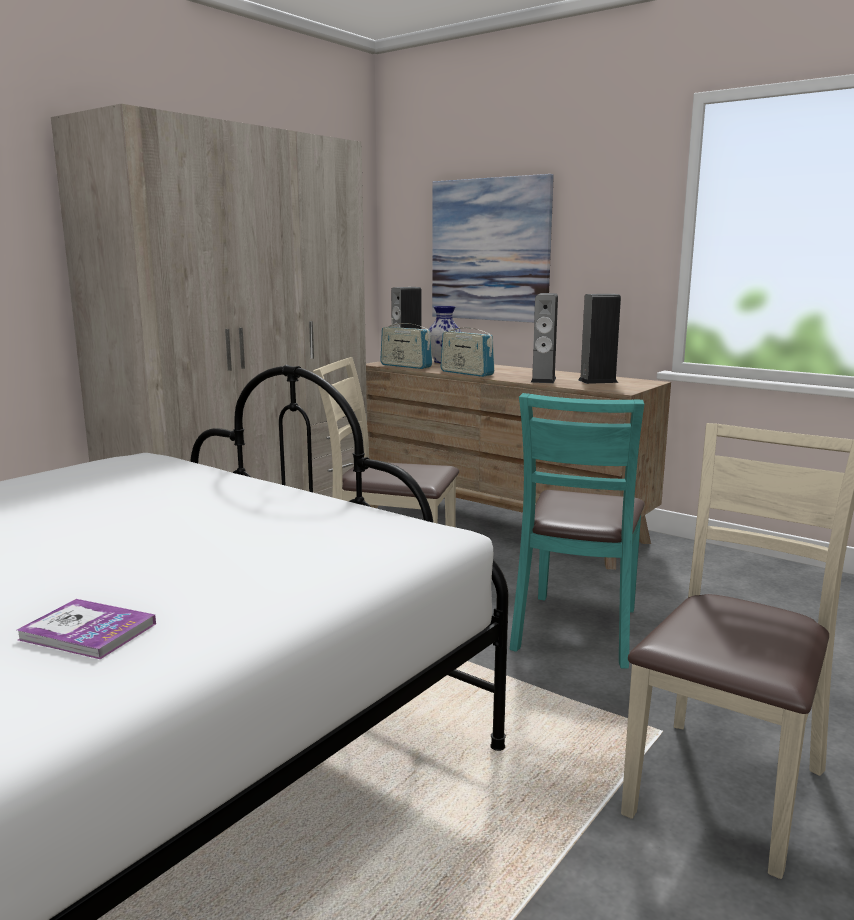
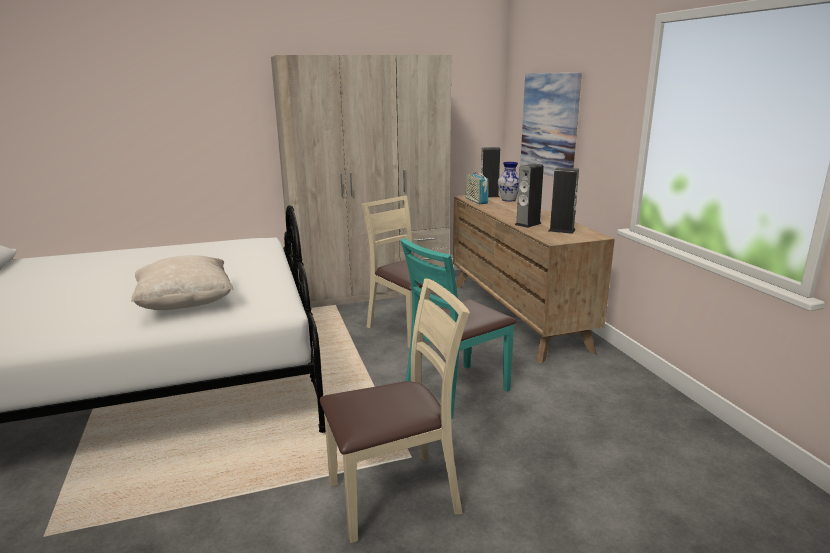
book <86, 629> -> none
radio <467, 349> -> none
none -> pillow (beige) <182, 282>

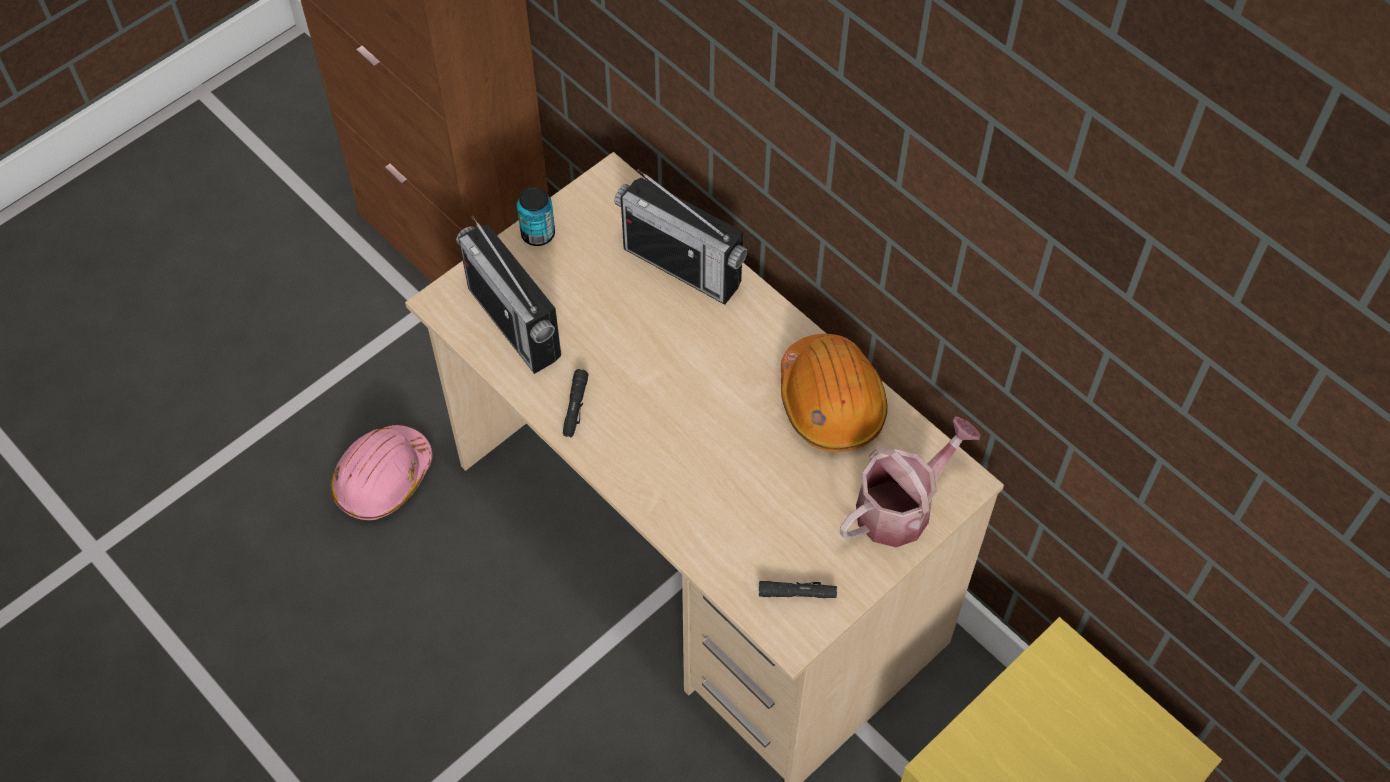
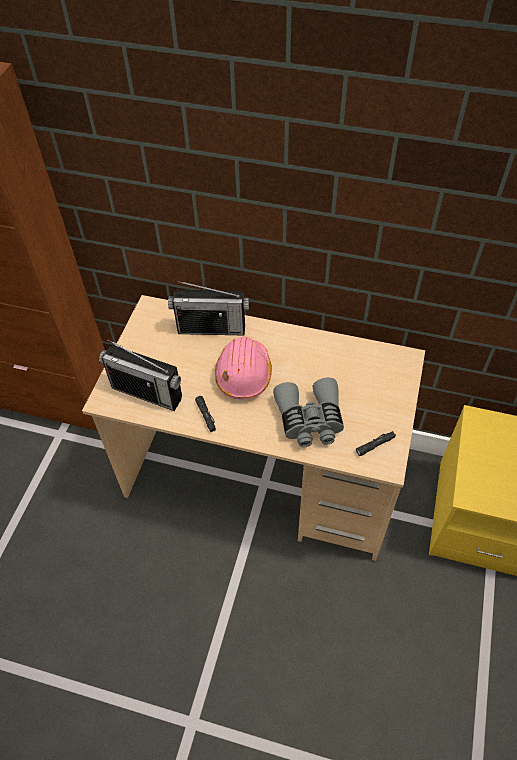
can <536, 216> -> none
hard hat (orange) <834, 393> -> none
watering can <910, 481> -> none
none -> binoculars (grey) <308, 412>
hard hat (pink) <382, 472> -> hard hat (pink) <243, 368>, move

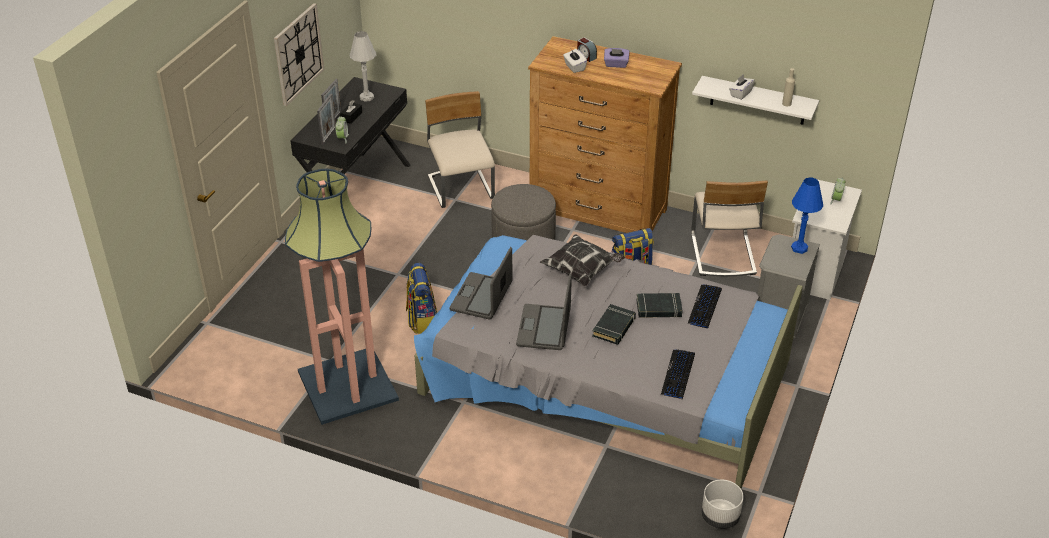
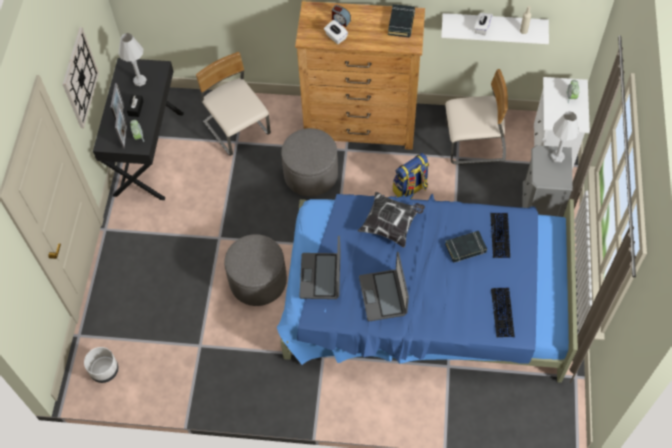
floor lamp <342, 297> -> none
tissue box (purple) <616, 58> -> none
book (black) <614, 324> -> book (black) <401, 20>, move
planter (white) <722, 504> -> planter (white) <101, 365>, move
backpack <421, 298> -> ottoman (grey) <255, 270>
bed (grey) <608, 361> -> bed (blue) <427, 287>
table lamp (blue) <807, 215> -> table lamp (white) <564, 136>
chair (beige) <729, 228> -> chair (beige) <476, 117>, 75 degrees counterclockwise

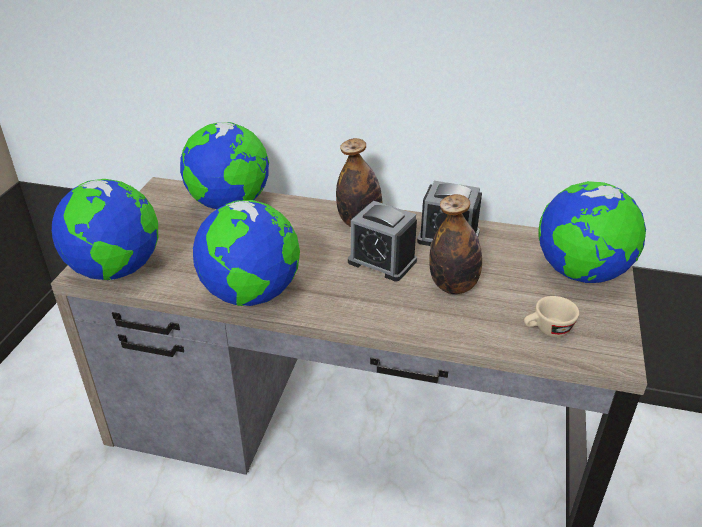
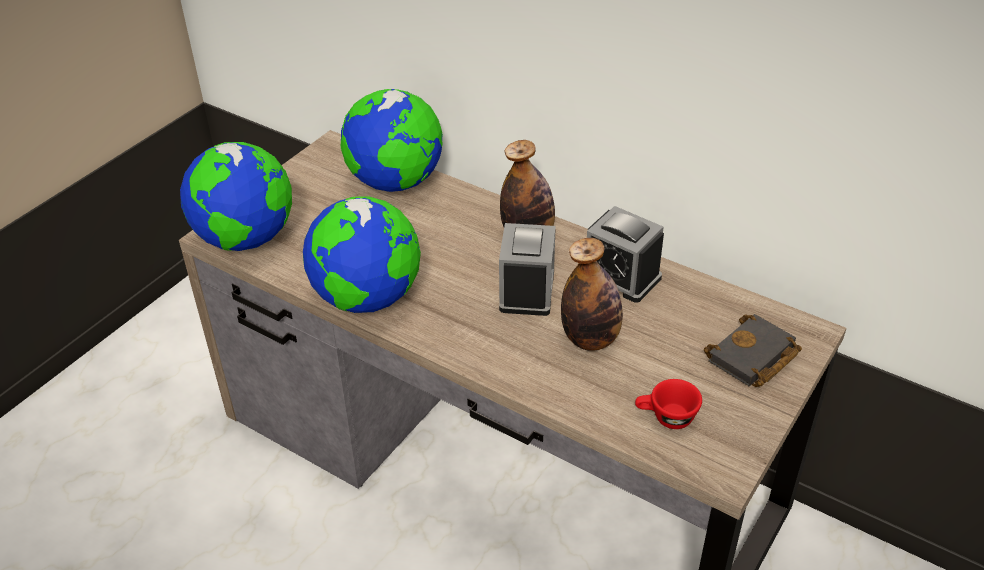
globe <592, 232> -> book (black) <753, 350>
cup (beige) <551, 316> -> cup (red) <668, 404>
alarm clock <382, 241> -> alarm clock <527, 269>, 135 degrees counterclockwise

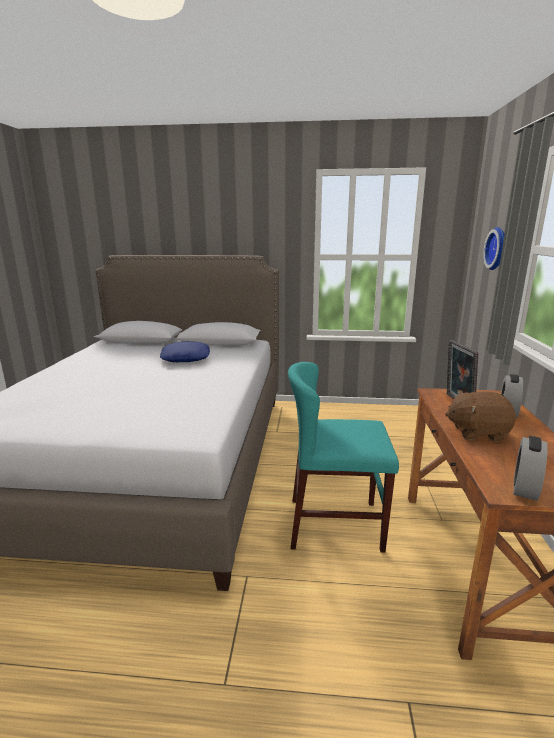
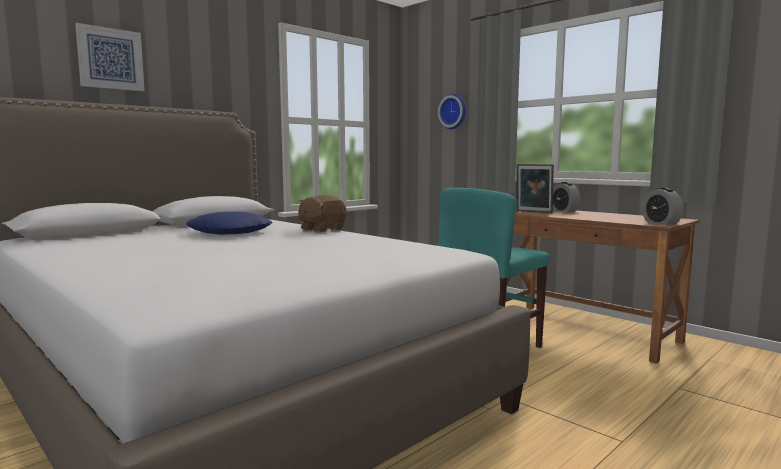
none -> picture <110, 57>
plush toy (brown) <480, 416> -> plush toy (brown) <322, 214>, move

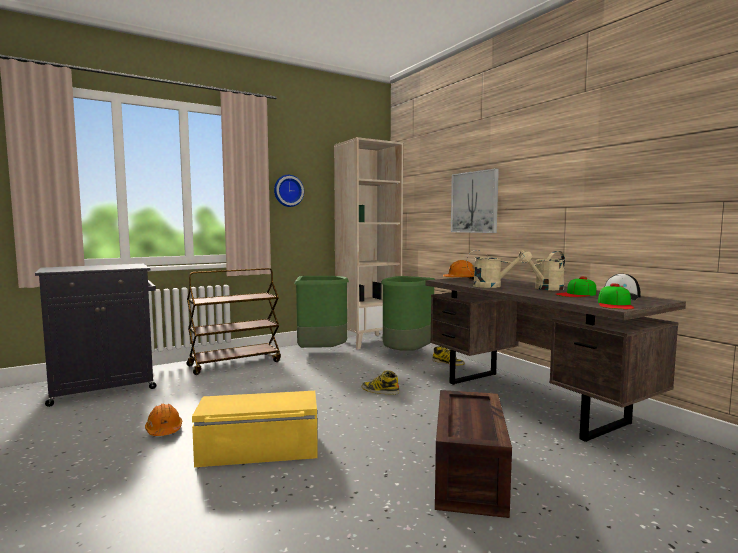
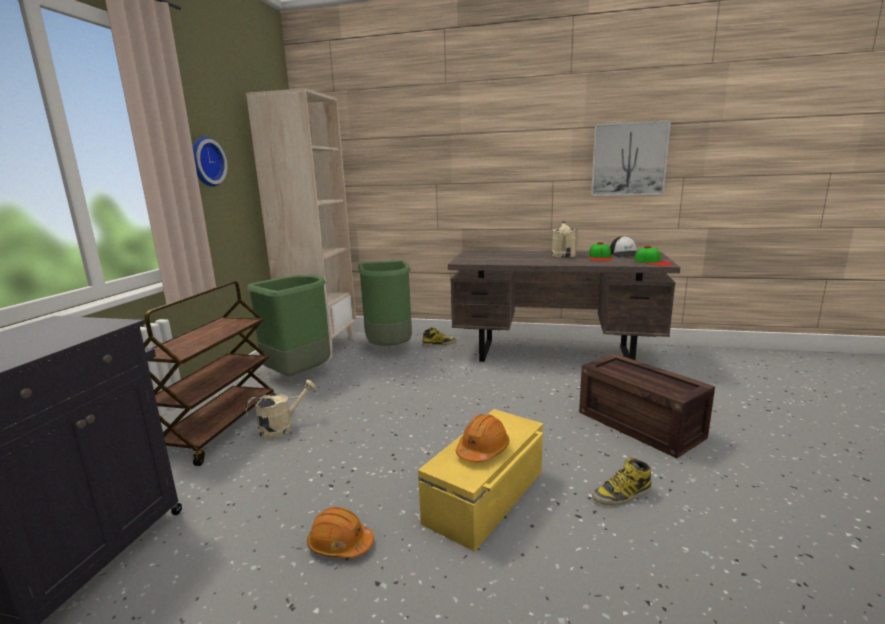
boot <380, 382> -> boot <622, 481>, move
hard hat (orange) <458, 269> -> hard hat (orange) <483, 438>, move
picture <475, 200> -> picture <631, 158>, move
watering can (beige) <496, 269> -> watering can (beige) <280, 409>, move

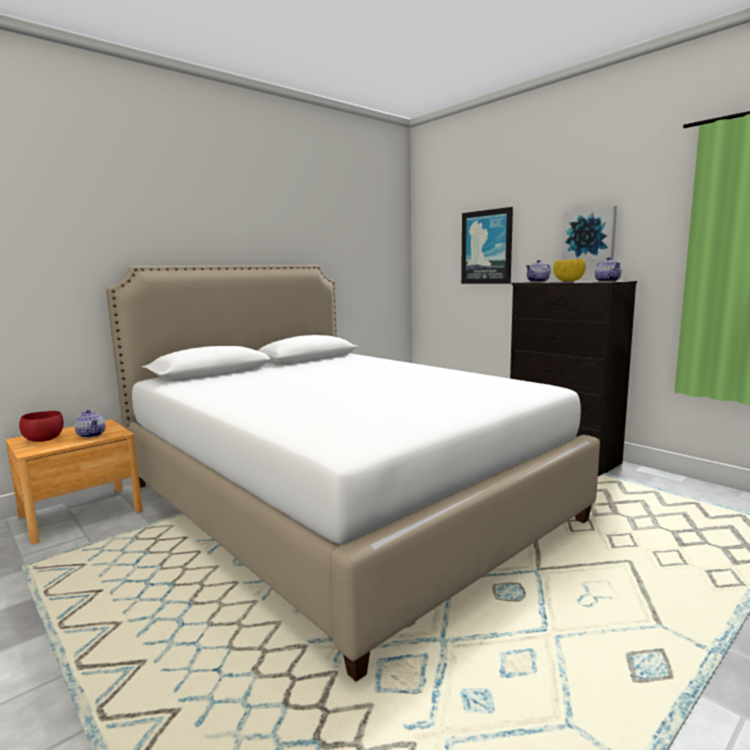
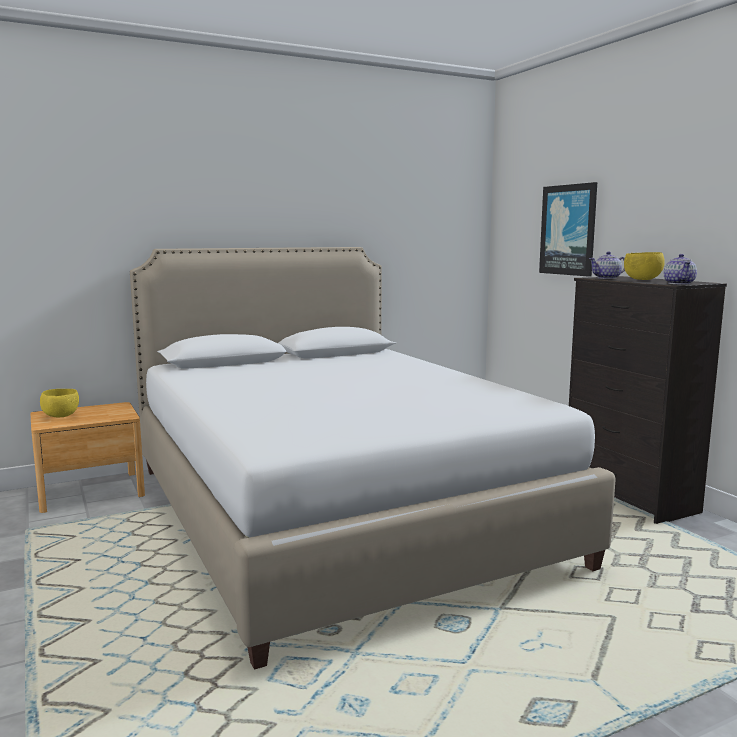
teapot <90, 424> -> none
picture <589, 233> -> none
bowl (red) <41, 426> -> bowl (yellow) <59, 403>

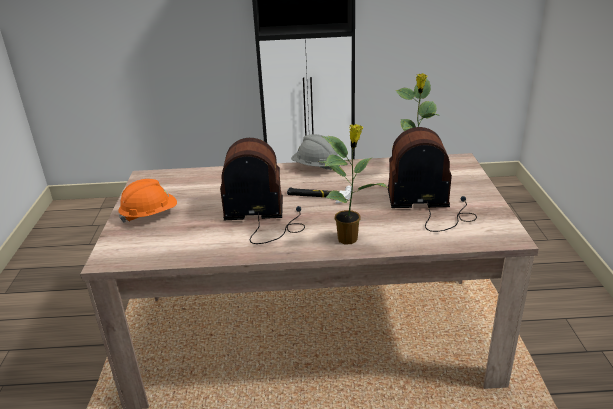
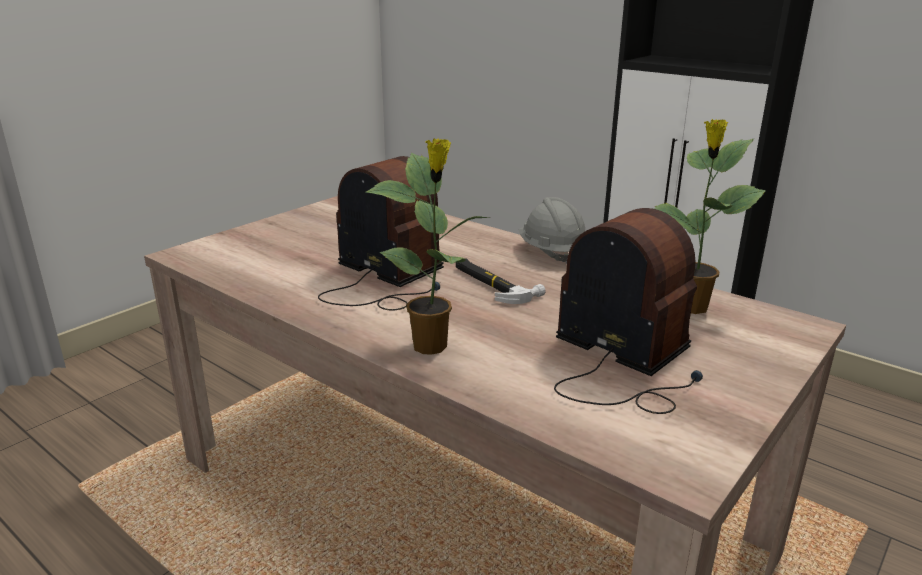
hard hat (orange) <147, 201> -> none

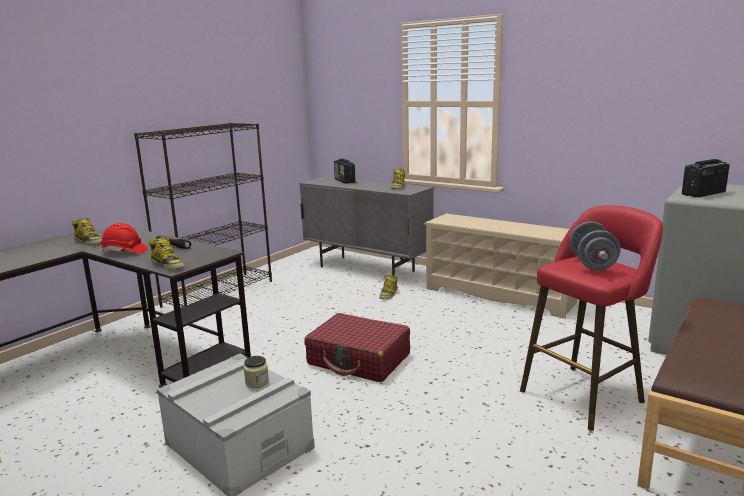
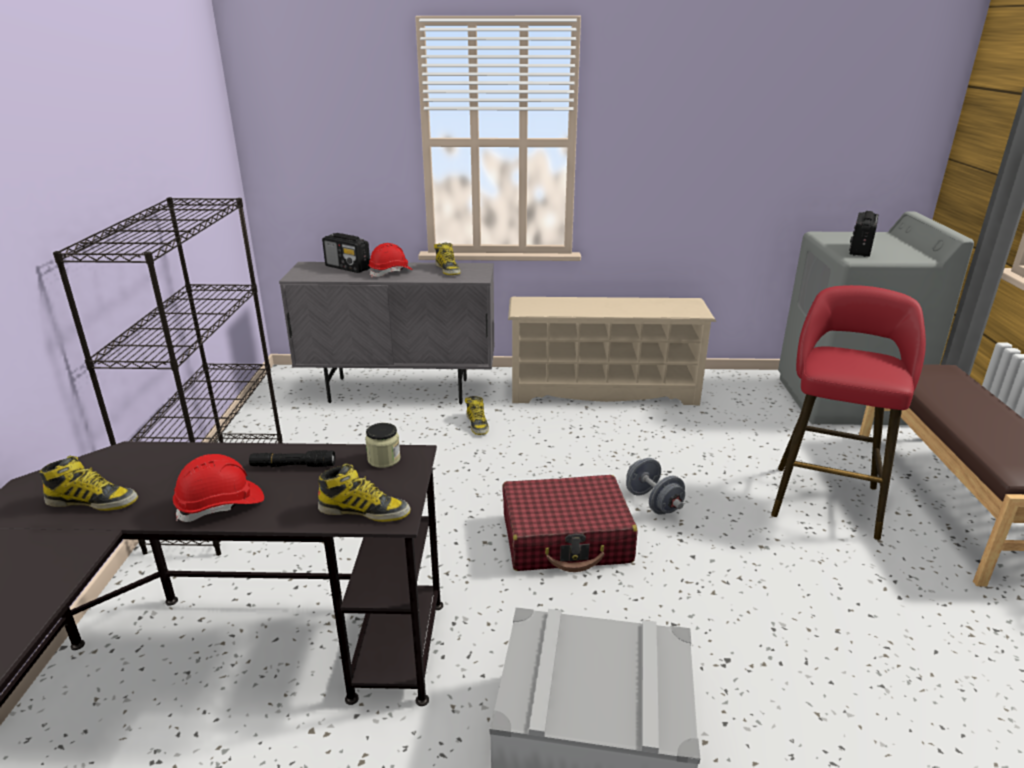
none -> hard hat (red) <390, 260>
jar <256, 372> -> jar <383, 445>, move
dumbbell (grey) <595, 246> -> dumbbell (grey) <655, 486>, move

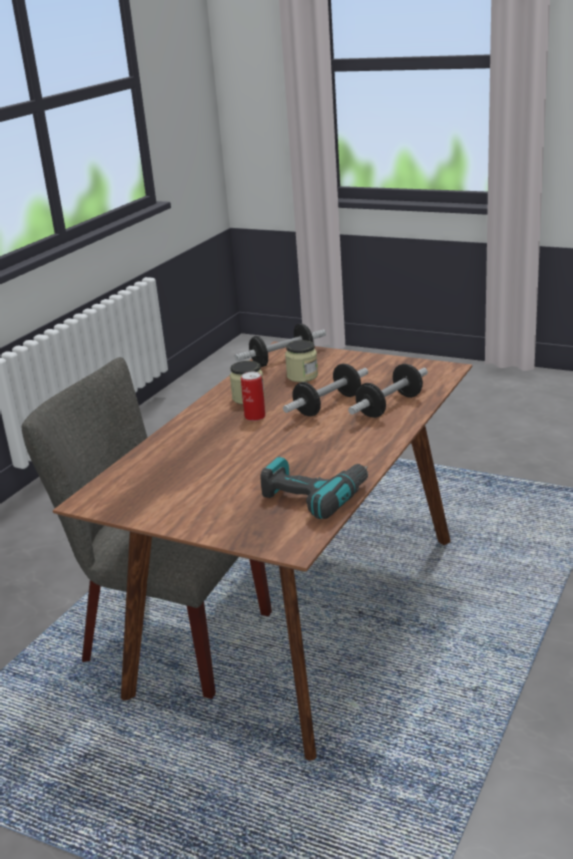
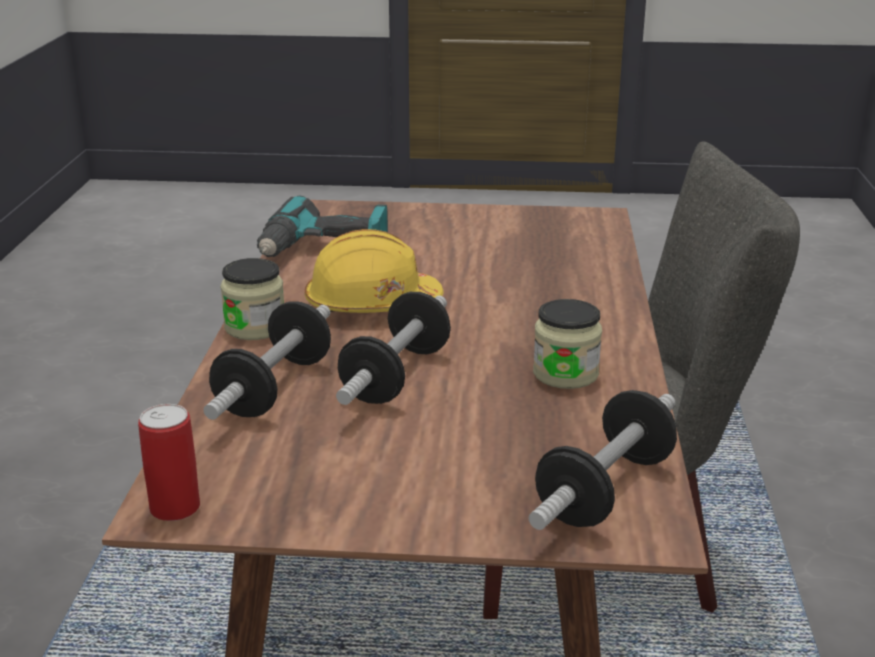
none -> hard hat (yellow) <374, 271>
can <253, 396> -> can <169, 462>, move
jar <301, 361> -> jar <252, 299>, move

